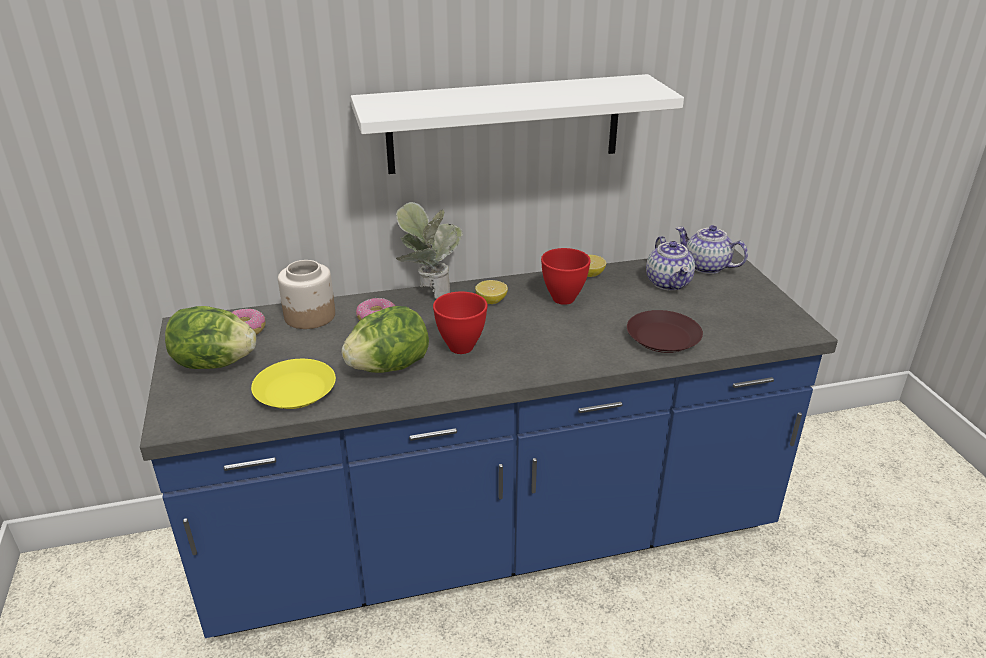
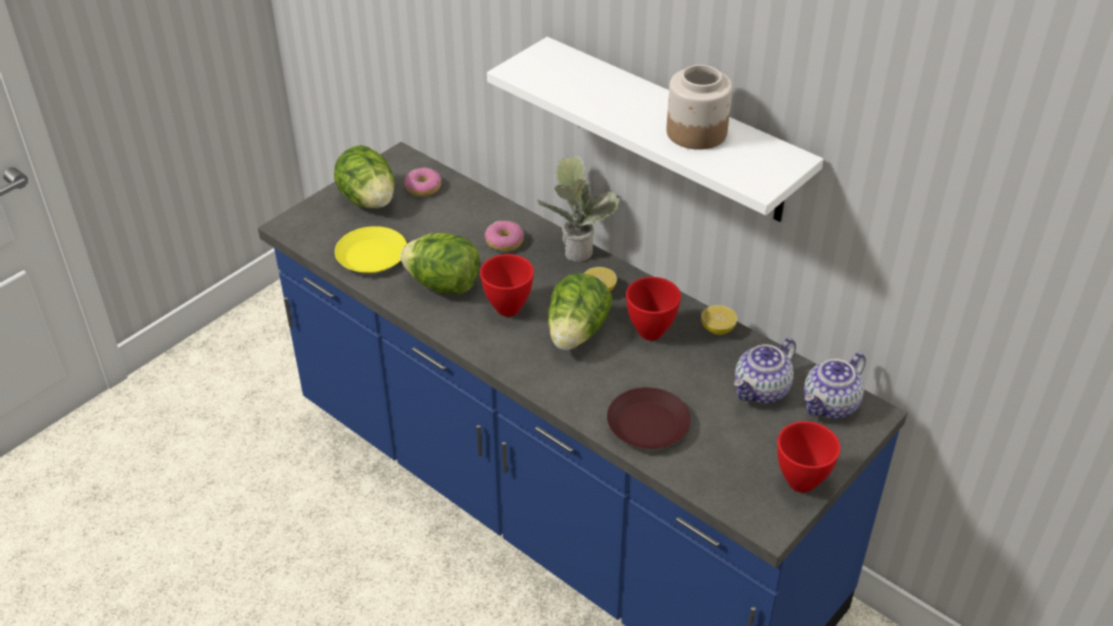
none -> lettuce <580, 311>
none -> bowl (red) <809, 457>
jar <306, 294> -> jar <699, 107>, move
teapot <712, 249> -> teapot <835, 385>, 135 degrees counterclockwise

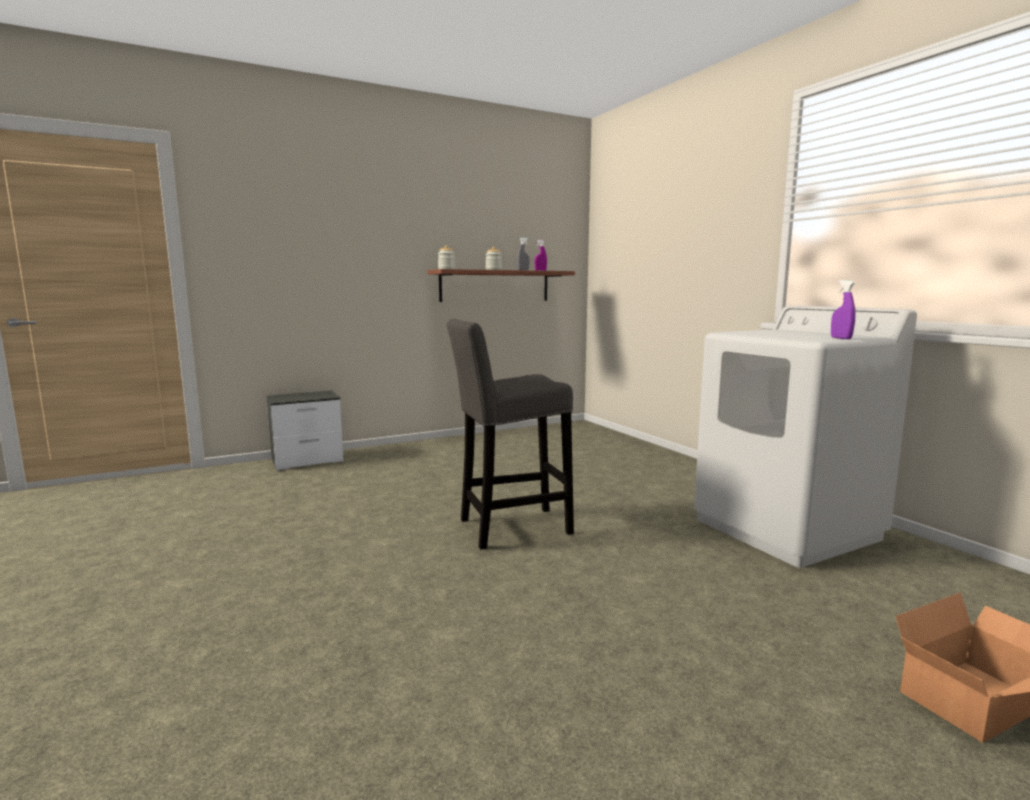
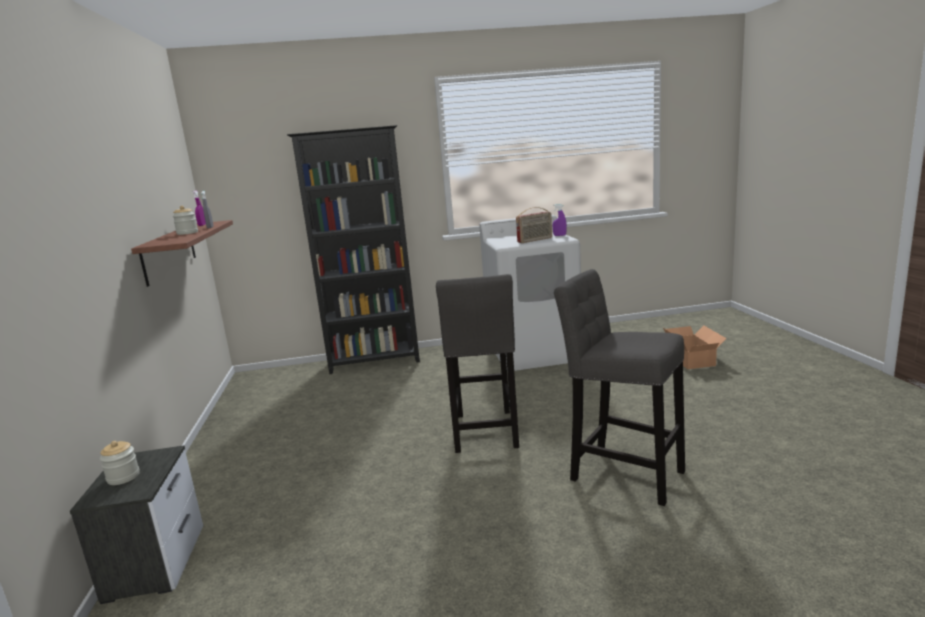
none -> bookcase (black) <353, 249>
none -> radio <534, 225>
none -> stool (grey) <619, 387>
jar <446, 257> -> jar <120, 463>, move

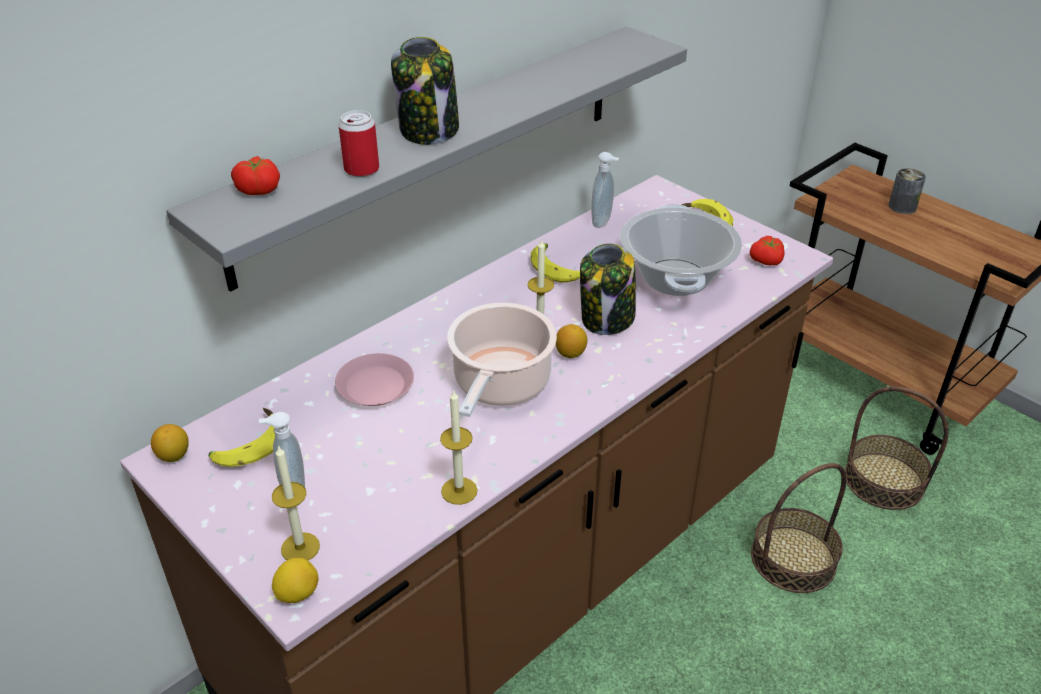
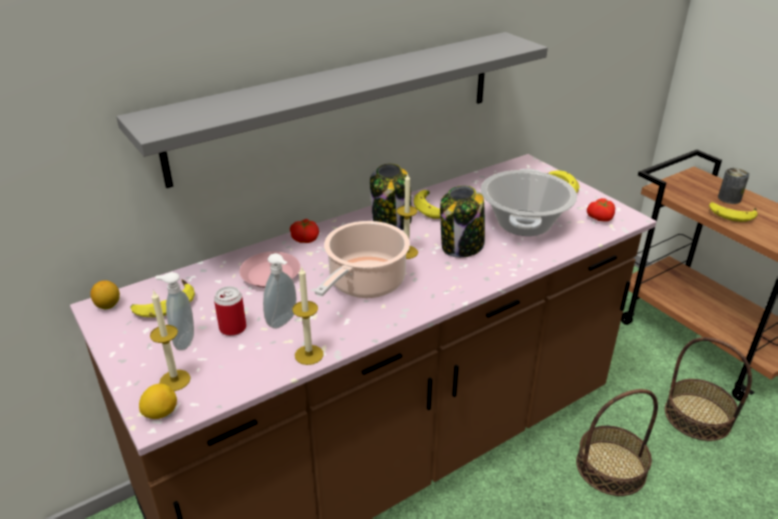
lemon <571, 341> -> none
none -> banana <733, 212>
tomato <255, 175> -> tomato <304, 231>, move
can <358, 143> -> can <230, 311>, move
jar <425, 91> -> jar <391, 196>, move
soap dispenser <605, 190> -> soap dispenser <279, 291>, move

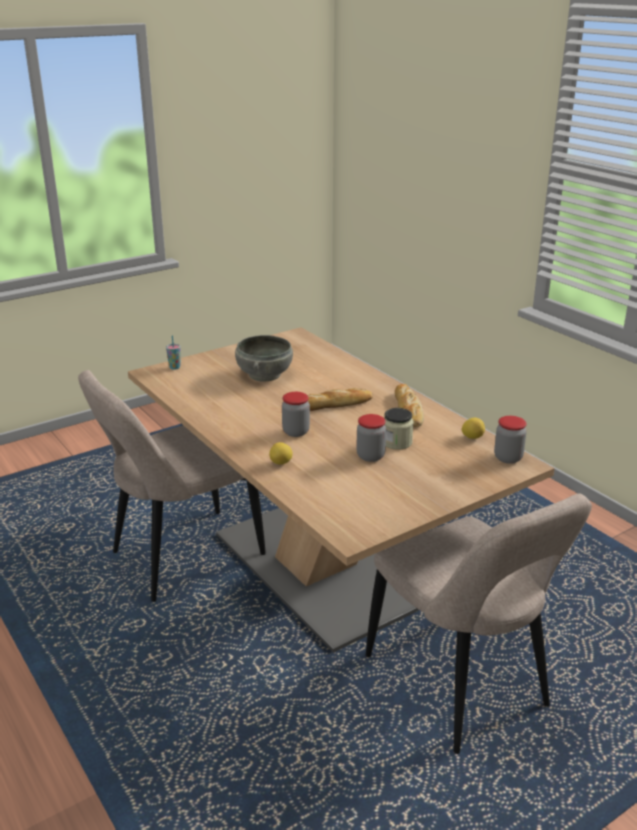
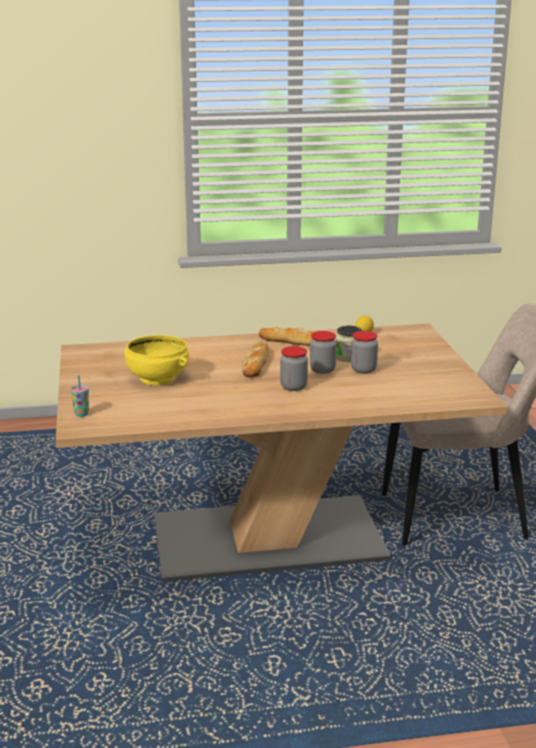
chair (beige) <172, 486> -> none
lemon <281, 453> -> none
jar <510, 440> -> jar <323, 352>, move
bowl (grey) <264, 358> -> bowl (yellow) <157, 360>

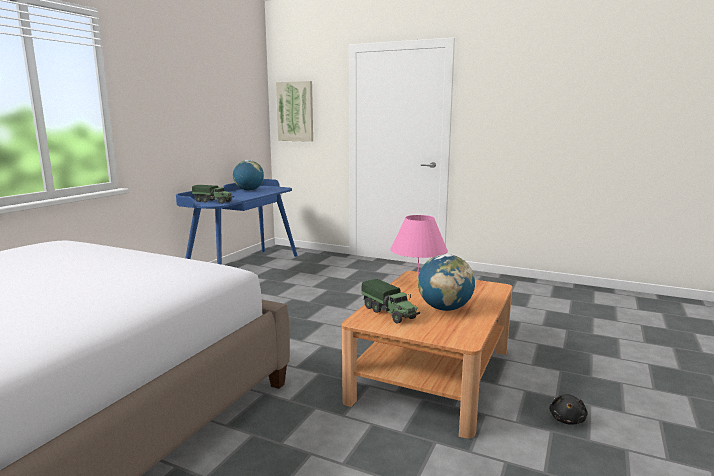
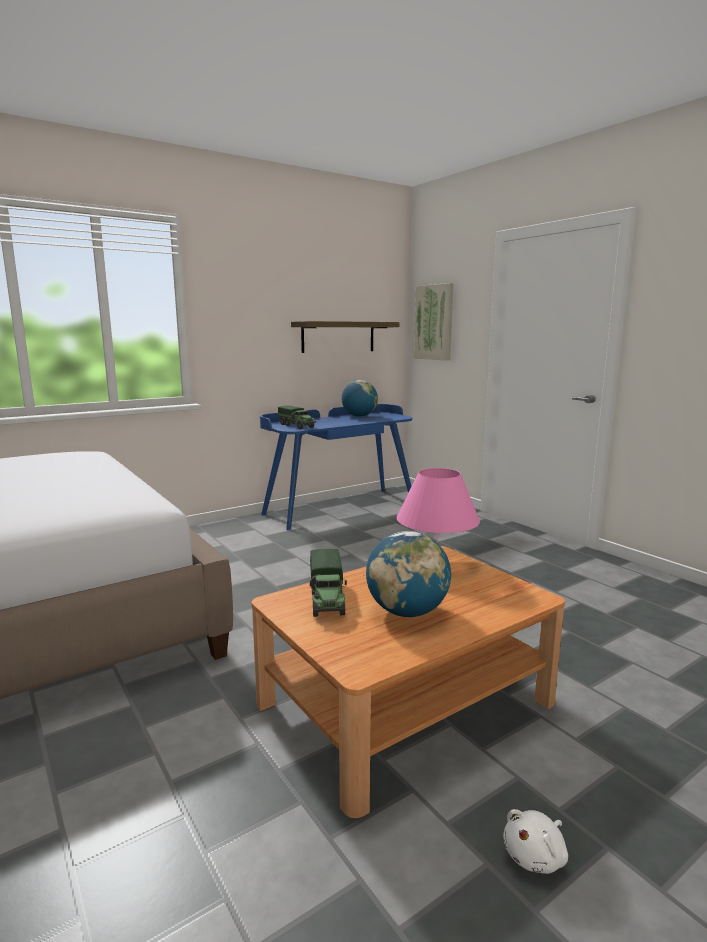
none -> shelf <345, 337>
plush toy (black) <568, 409> -> plush toy (white) <535, 841>

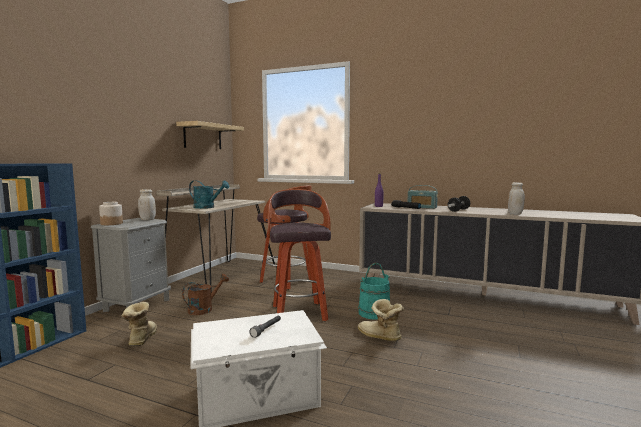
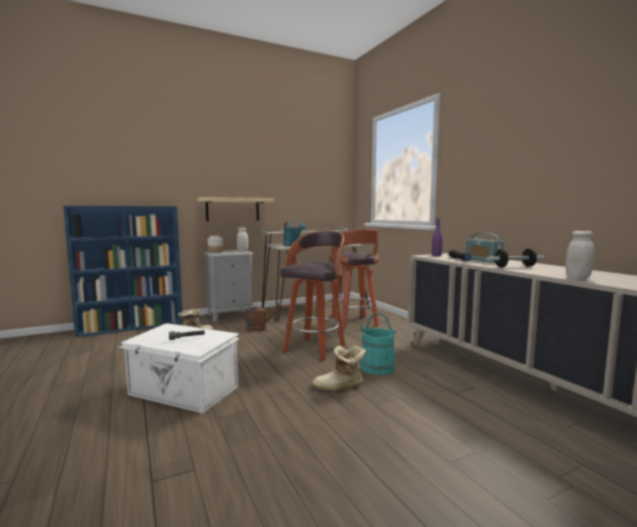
shelf <210, 135> -> shelf <235, 209>, move
boot <381, 320> -> boot <339, 368>, 90 degrees counterclockwise

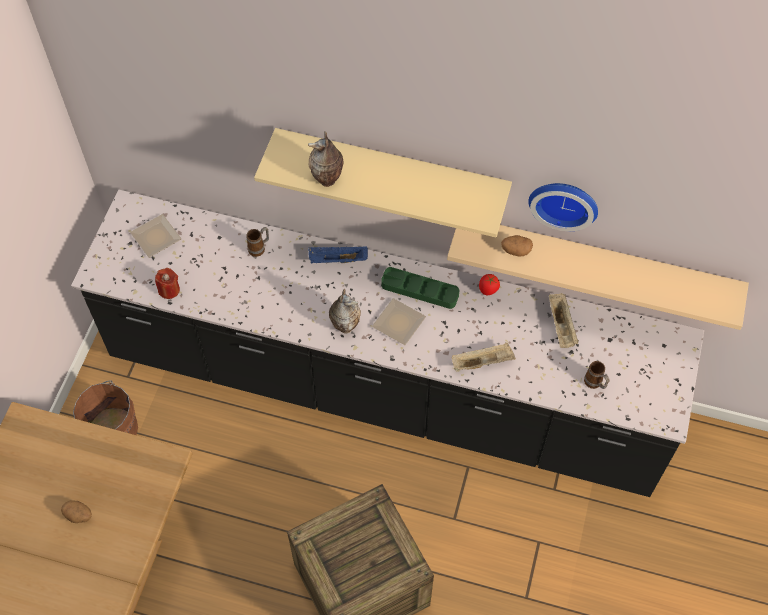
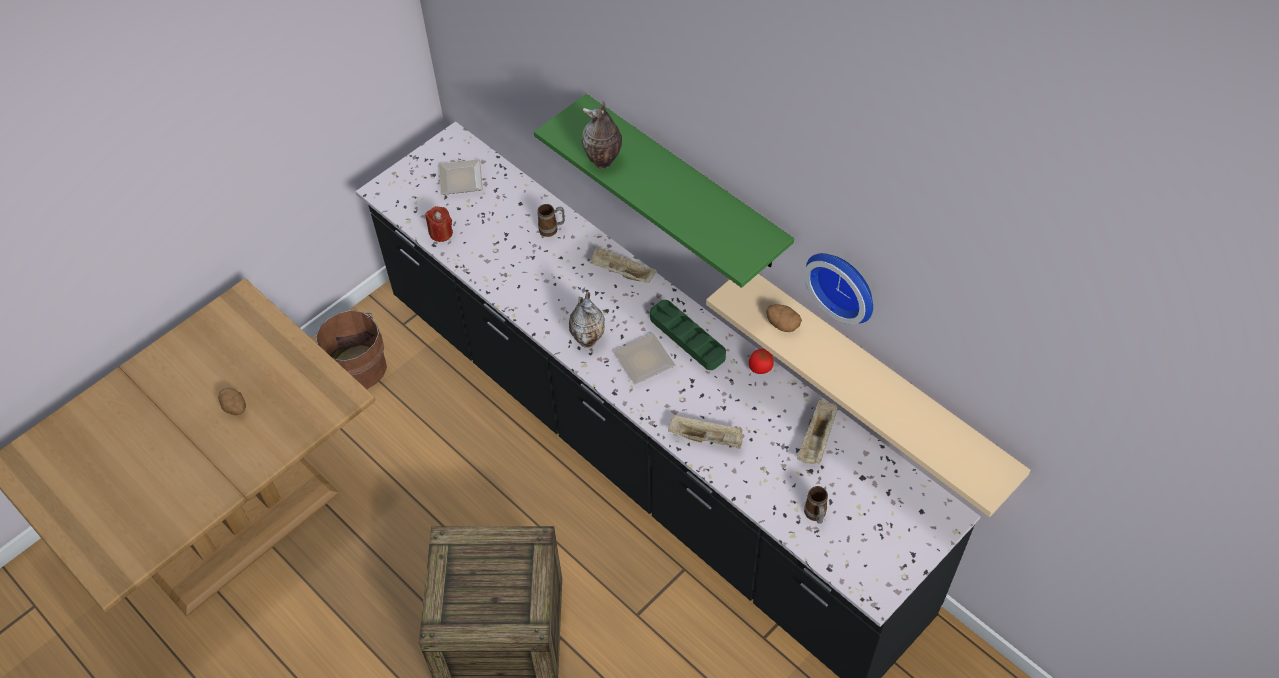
shelf (beige) <383, 182> -> shelf (green) <664, 191>
tray (blue) <338, 254> -> tray (beige) <623, 265>

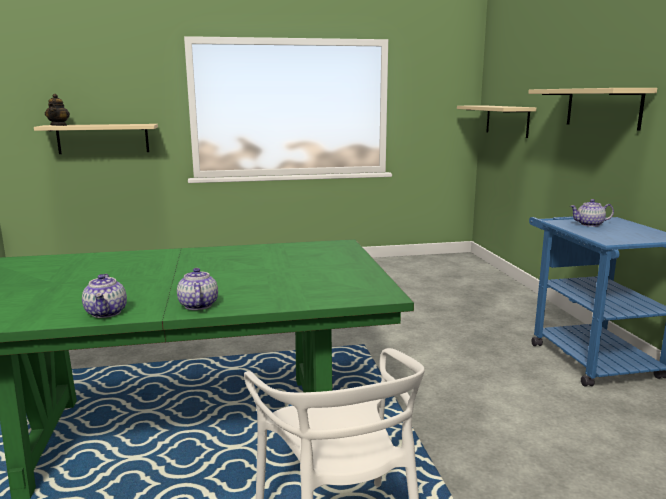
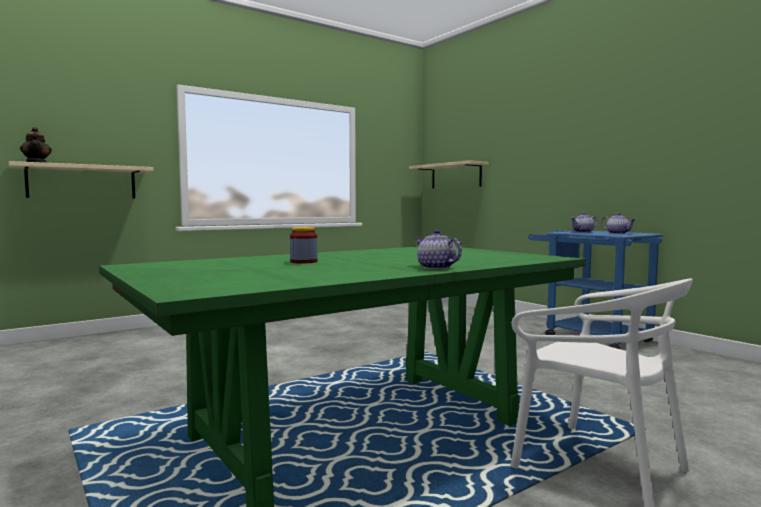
shelf (beige) <592, 109> -> none
none -> jar <304, 245>
teapot <104, 296> -> teapot <618, 223>, move

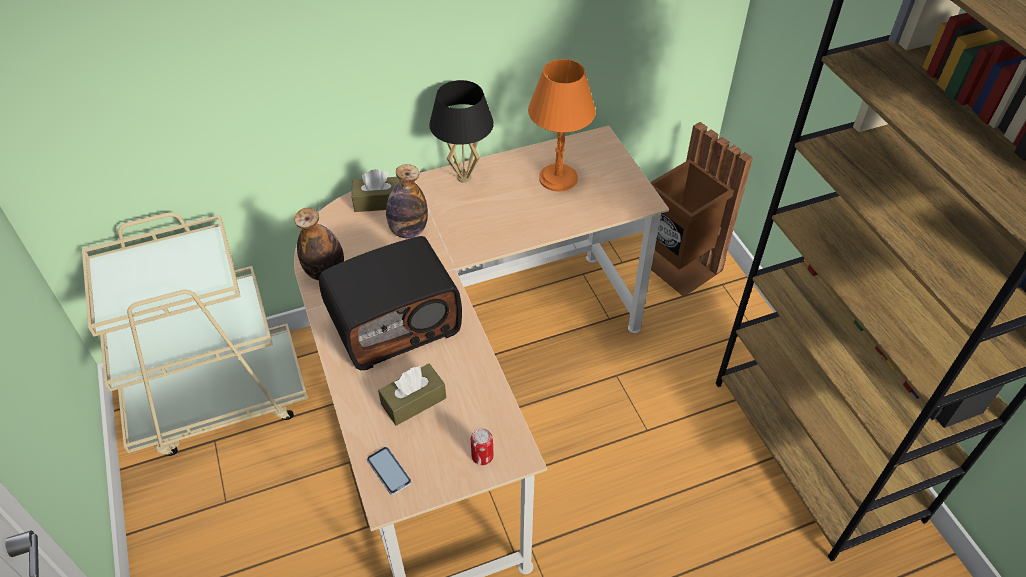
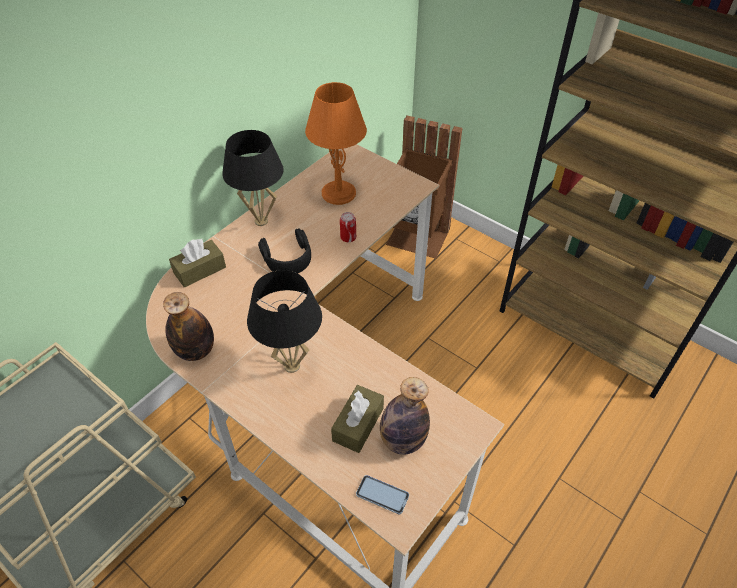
none -> headphones (black) <284, 250>
bottle <407, 201> -> bottle <405, 416>, move
can <482, 446> -> can <348, 227>, move
radio <390, 303> -> table lamp (black) <284, 321>

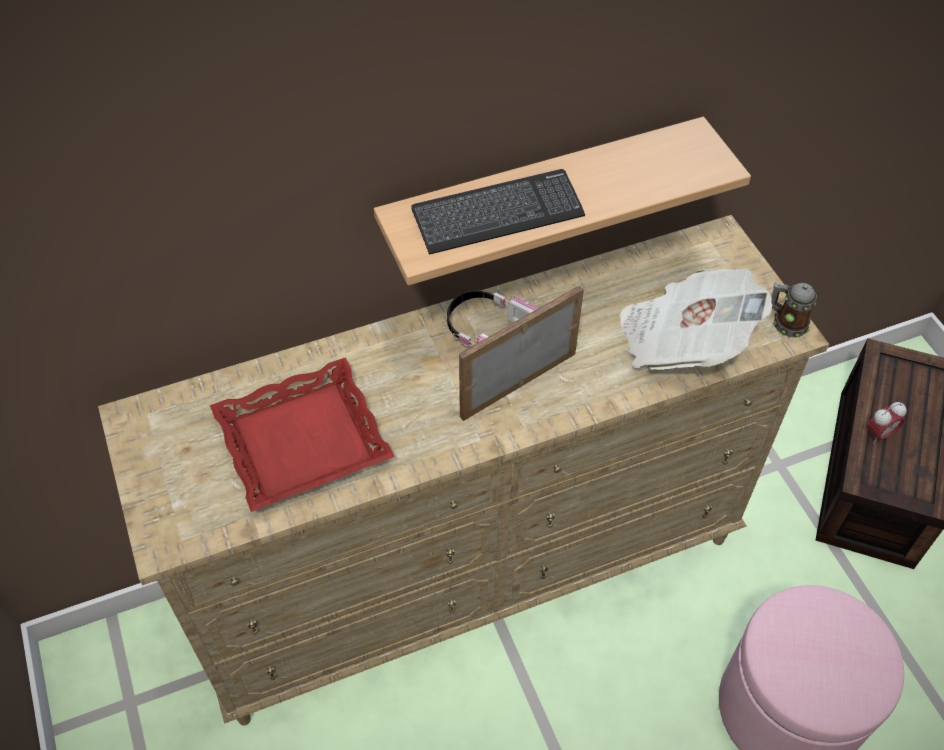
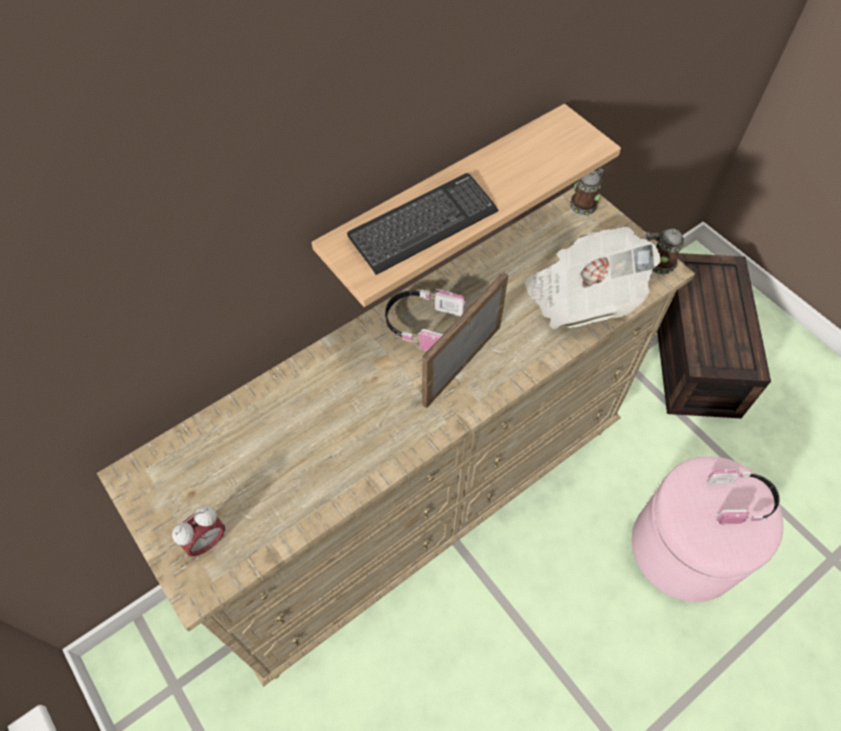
tray (red) <302, 434> -> none
none -> mug <586, 191>
none -> headphones <743, 496>
alarm clock <886, 423> -> alarm clock <198, 532>, move

